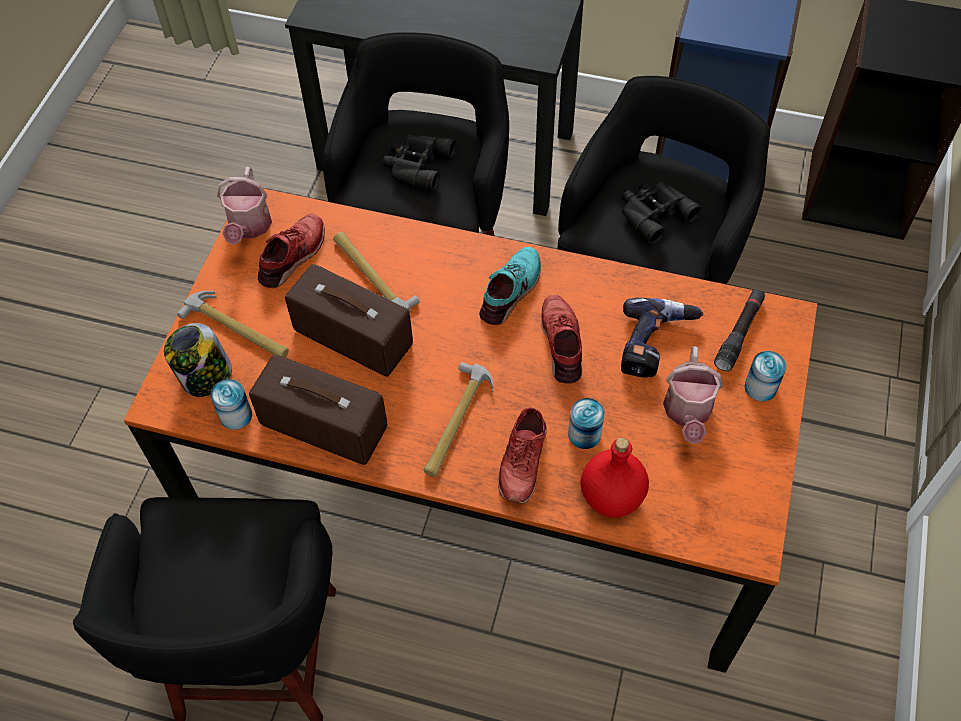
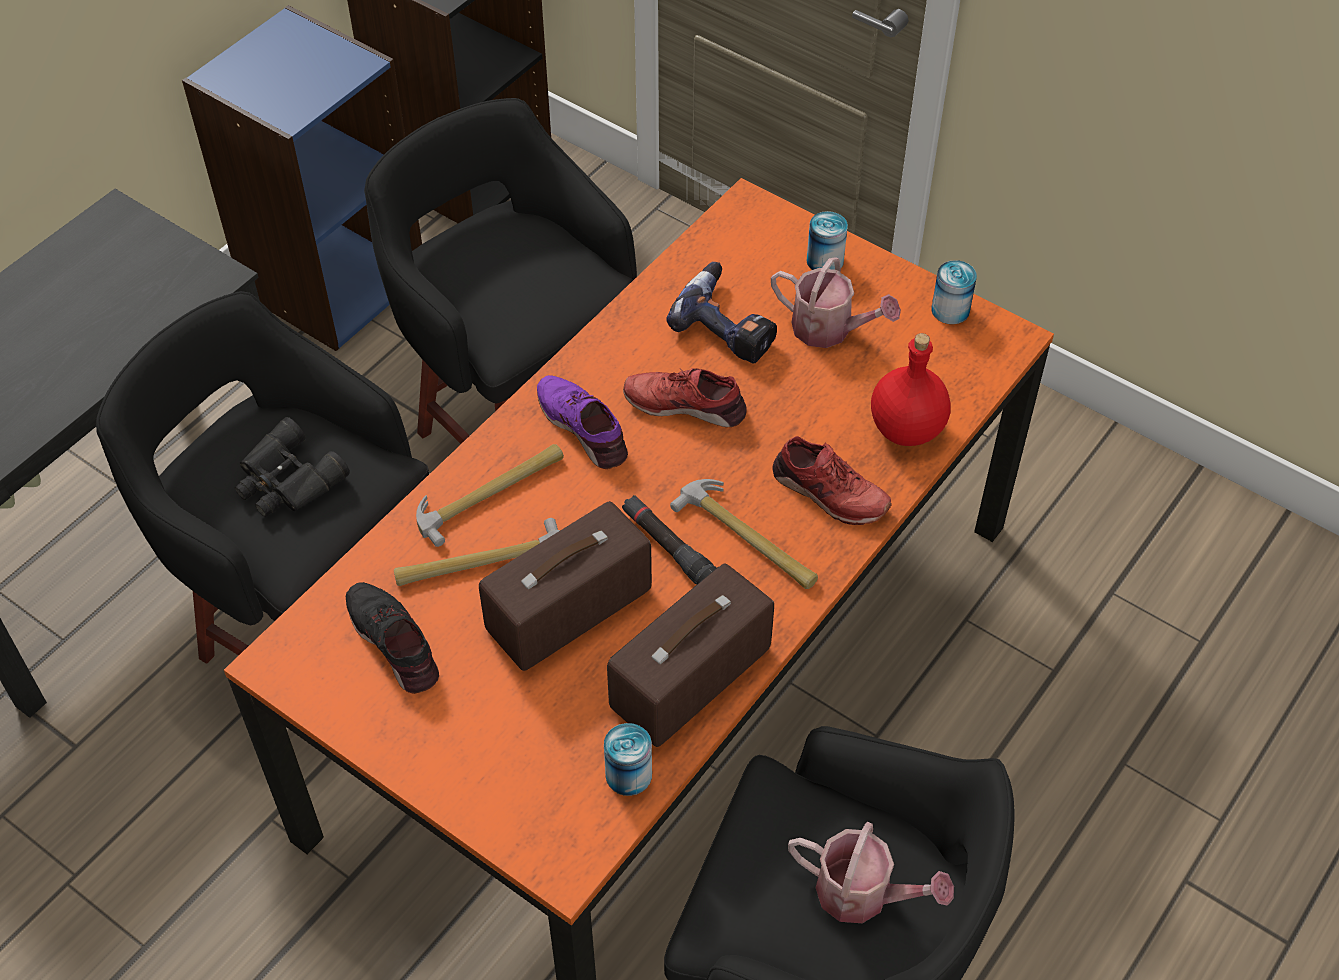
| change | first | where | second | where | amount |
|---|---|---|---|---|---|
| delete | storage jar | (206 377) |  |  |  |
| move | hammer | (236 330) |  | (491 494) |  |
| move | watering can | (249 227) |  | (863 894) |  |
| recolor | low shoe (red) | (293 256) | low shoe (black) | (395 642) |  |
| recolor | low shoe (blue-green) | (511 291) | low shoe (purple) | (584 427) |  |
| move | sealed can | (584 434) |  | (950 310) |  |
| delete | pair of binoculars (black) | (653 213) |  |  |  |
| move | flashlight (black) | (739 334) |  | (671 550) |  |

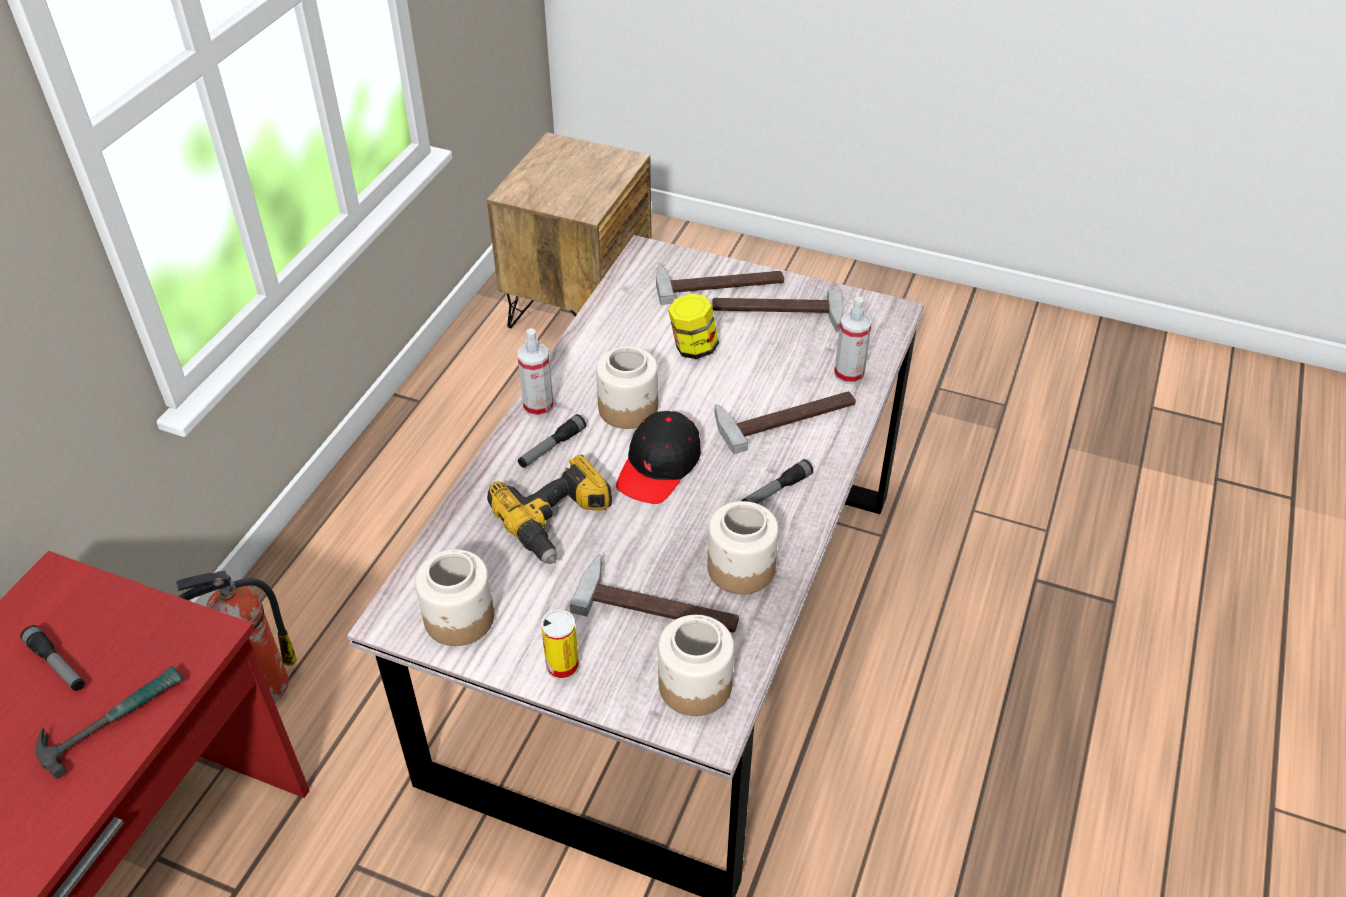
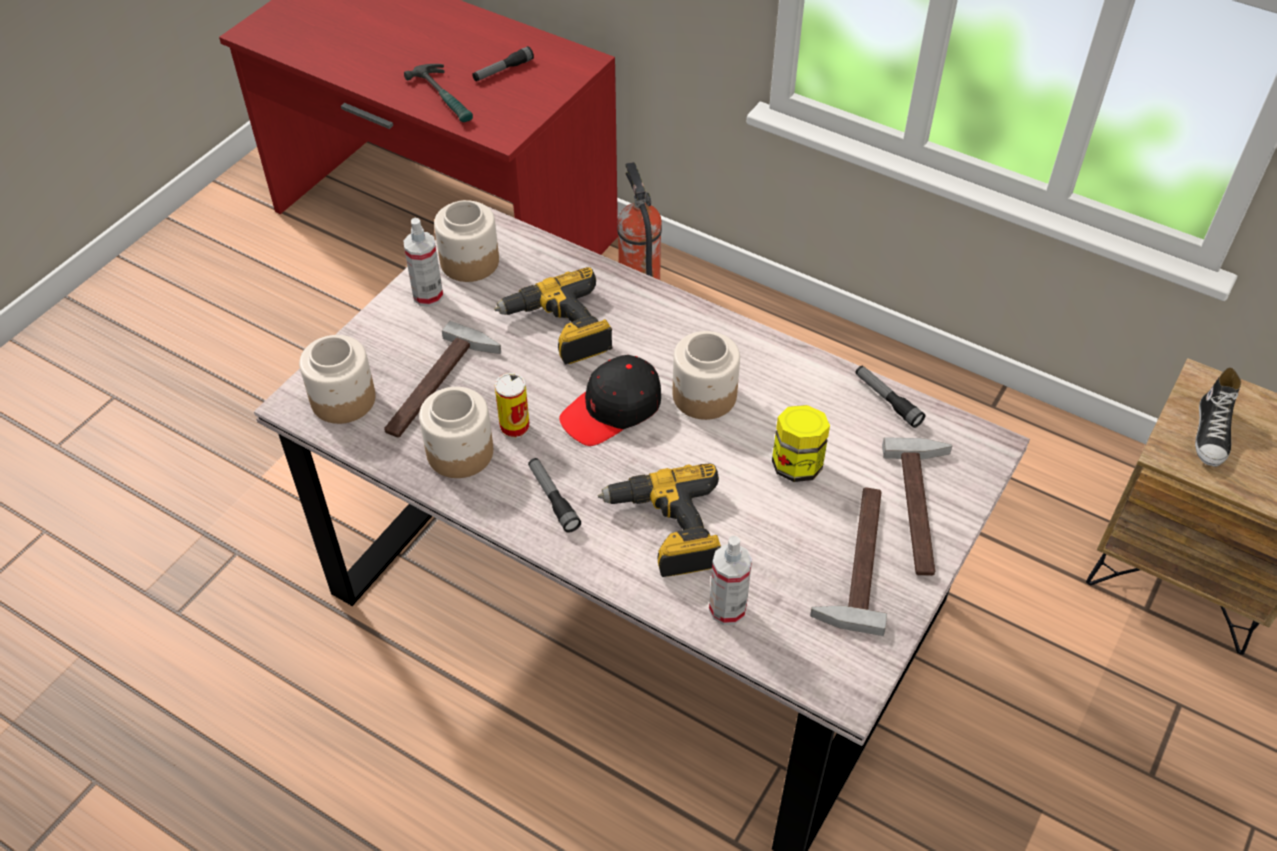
| change | first | where | second | where | amount |
|---|---|---|---|---|---|
| move | hand sprayer | (538 406) |  | (428 295) |  |
| move | flashlight | (551 447) |  | (887 400) |  |
| move | sealed can | (562 666) |  | (514 427) |  |
| rotate | peaked cap (black) | (659 467) |  | (612 409) | 75 degrees counterclockwise |
| replace | hammer | (785 415) | electric drill | (667 530) |  |
| insert |  |  | low shoe | (1212 433) |  |

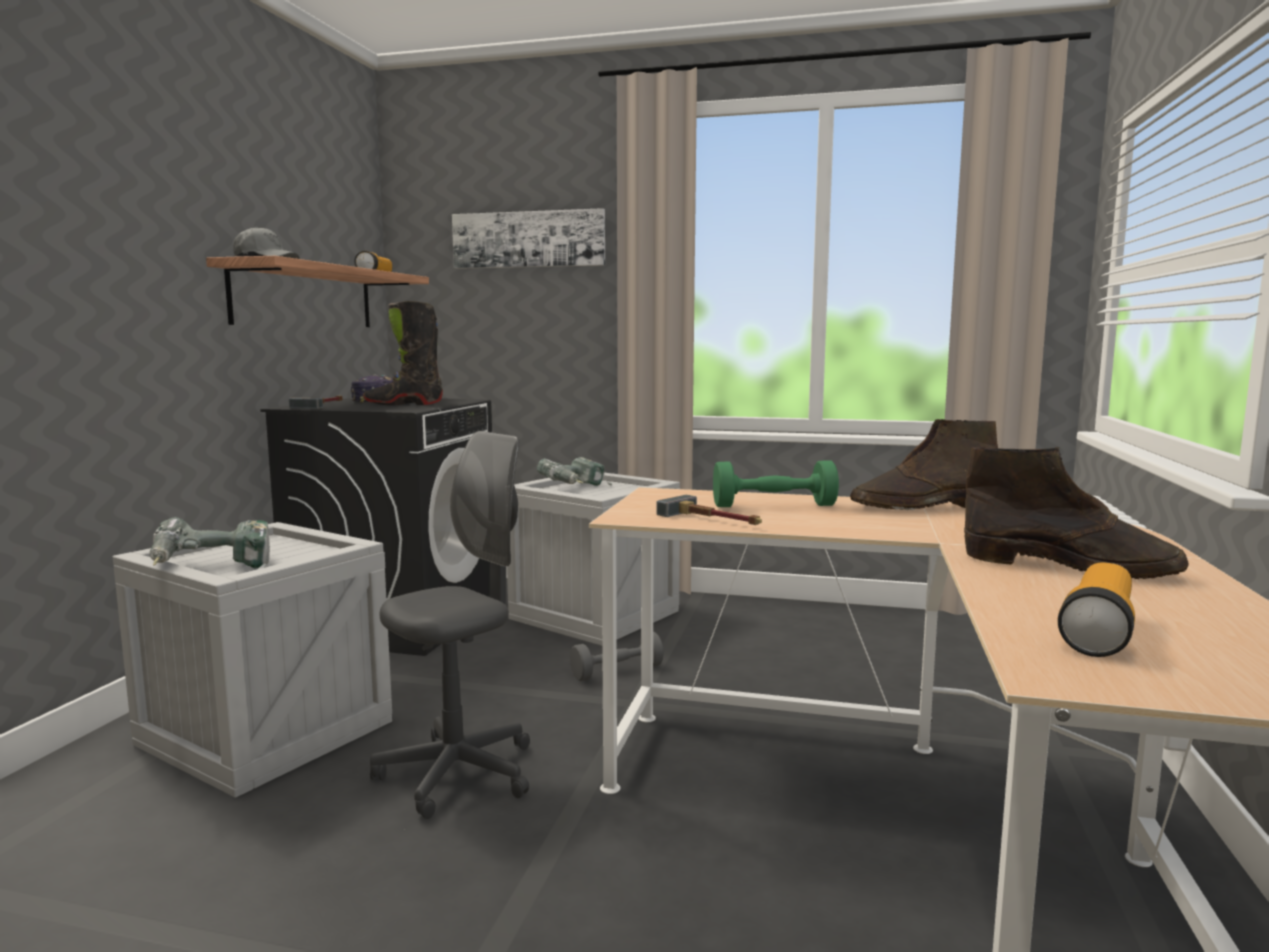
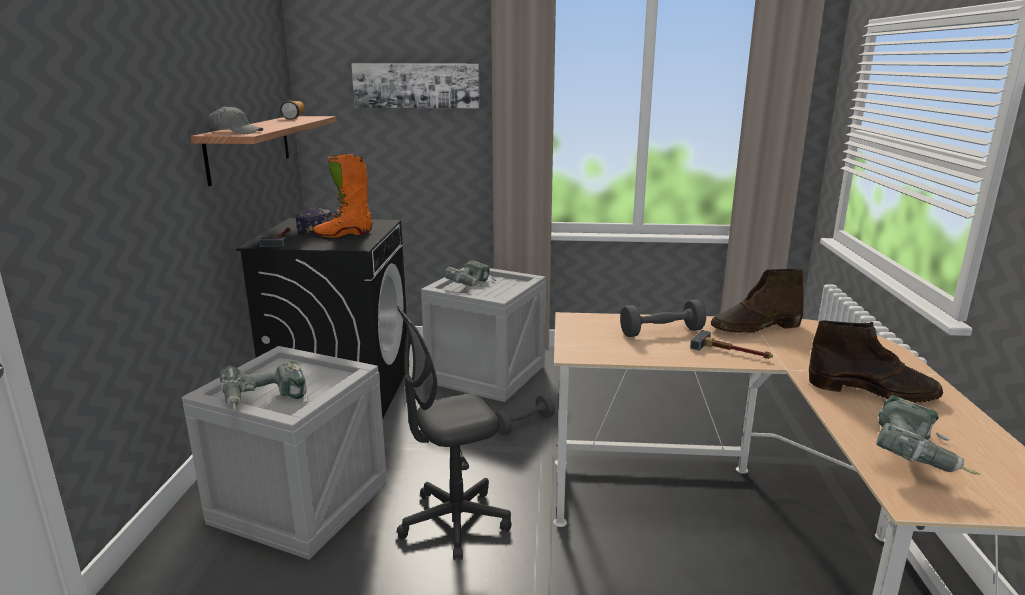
| change | first | where | second | where | amount |
|---|---|---|---|---|---|
| recolor | boot (black) | (404 404) | boot (orange) | (343 234) |  |
| rotate | computer chair (gray) | (458 774) |  | (454 522) | 150 degrees counterclockwise |
| move | hammer | (713 520) |  | (732 352) |  |
| recolor | hand weight (greenish) | (773 506) | hand weight (gray) | (661 332) |  |
| replace | flashlight | (1098 632) | electric drill | (916 457) |  |

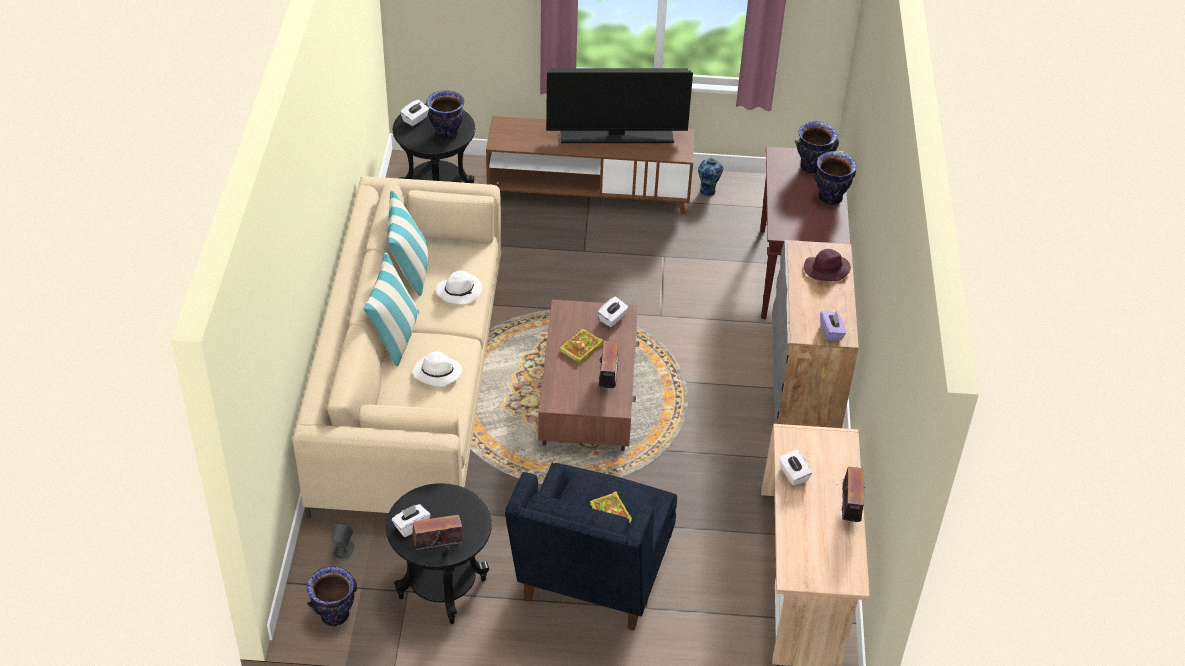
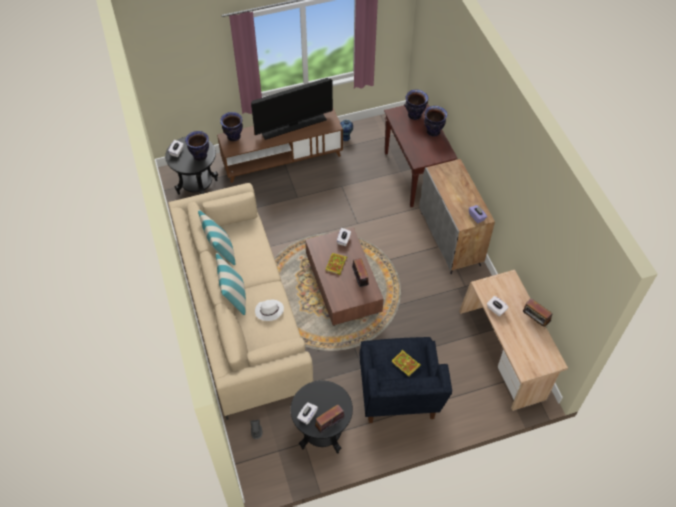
| change | first | where | second | where | amount |
|---|---|---|---|---|---|
| move | decorative vase | (334 615) |  | (233 137) |  |
| delete | clothing hat (white) | (460 290) |  |  |  |
| delete | clothing hat (purple) | (825 270) |  |  |  |
| rotate | radio set | (850 511) |  | (534 320) | 150 degrees clockwise |

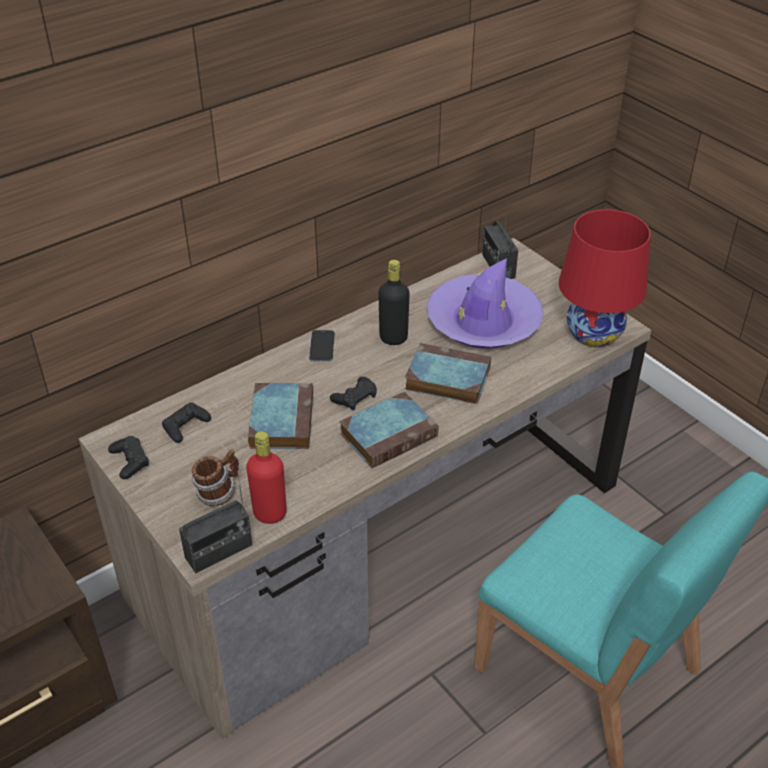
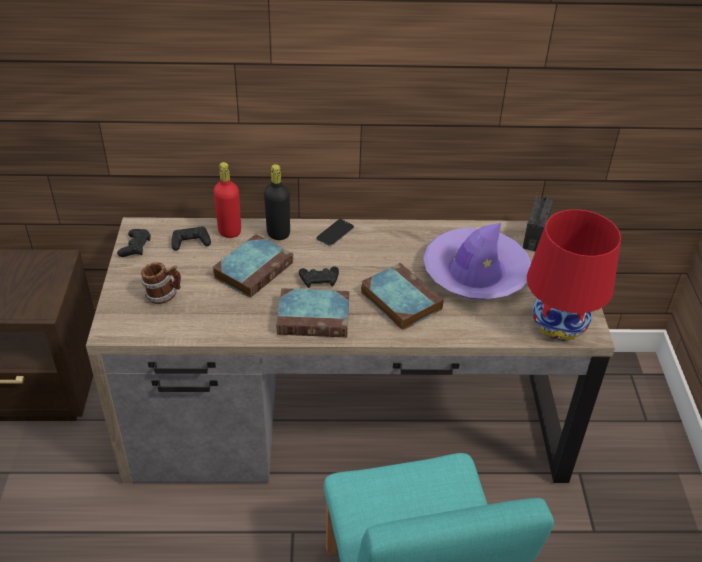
| change | first | where | second | where | amount |
|---|---|---|---|---|---|
| delete | radio set | (219 551) |  |  |  |
| move | beverage bottle (red) | (270 513) |  | (229 231) |  |
| move | beverage bottle (black) | (393 338) |  | (278 233) |  |

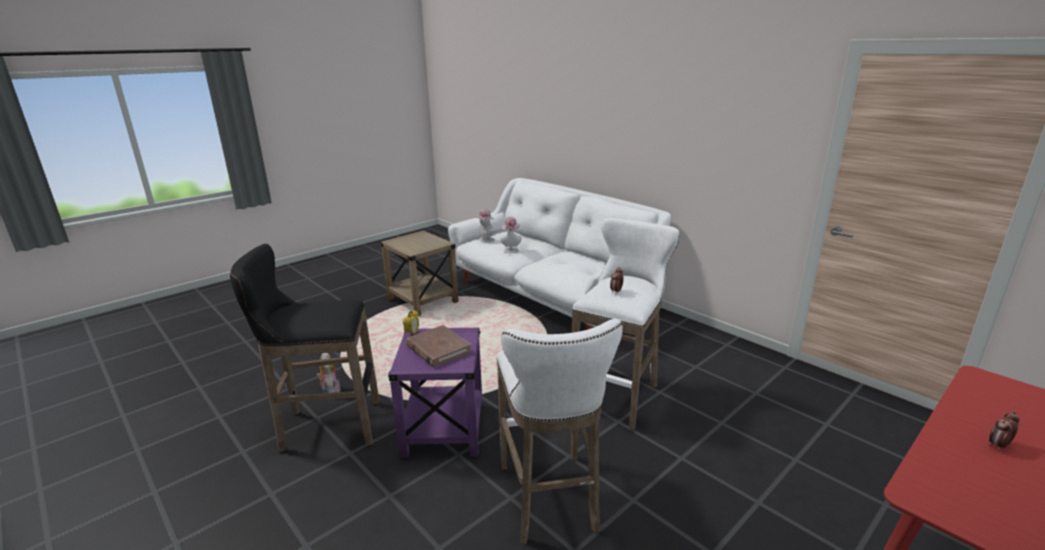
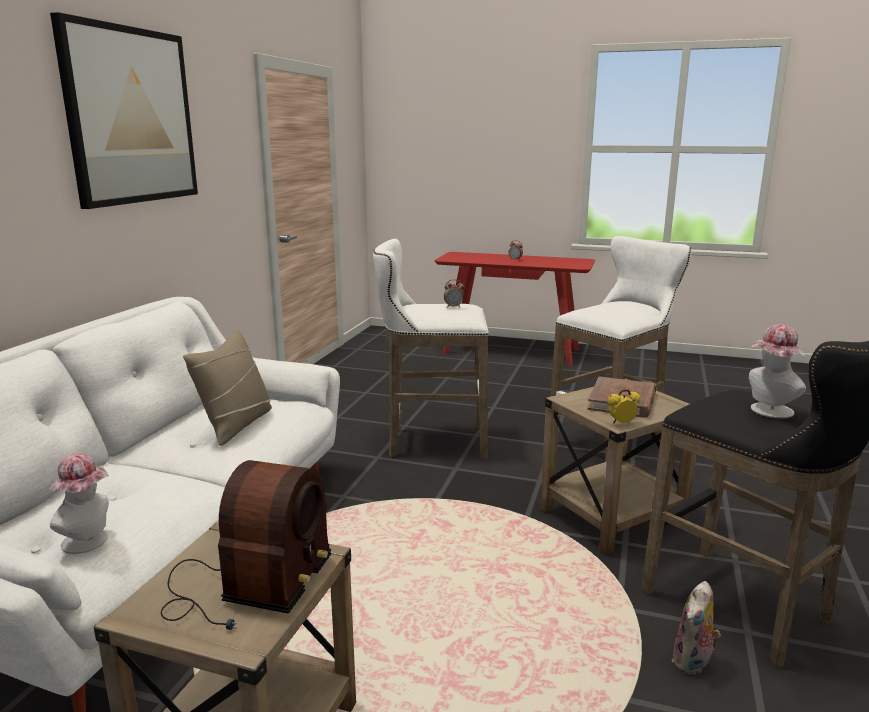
| change | first | where | second | where | amount |
|---|---|---|---|---|---|
| recolor | accent table (purple) | (444 429) | accent table (sand-coloured) | (611 516) |  |
| move | clothing hat | (511 249) |  | (768 411) |  |
| insert |  |  | picture | (130 116) |  |
| insert |  |  | radio set | (247 585) |  |
| insert |  |  | pillow (sand-coloured) | (236 425) |  |

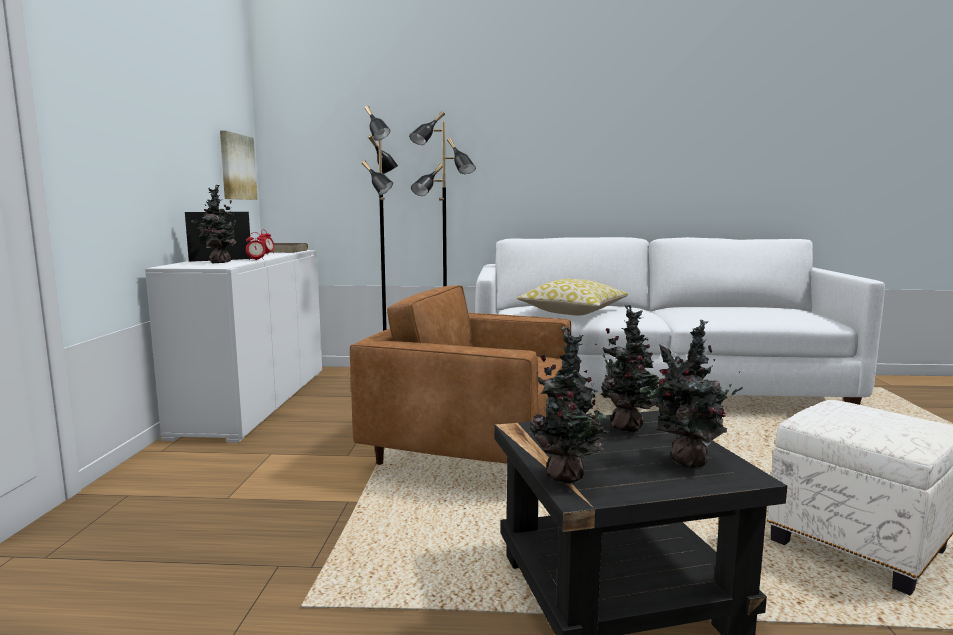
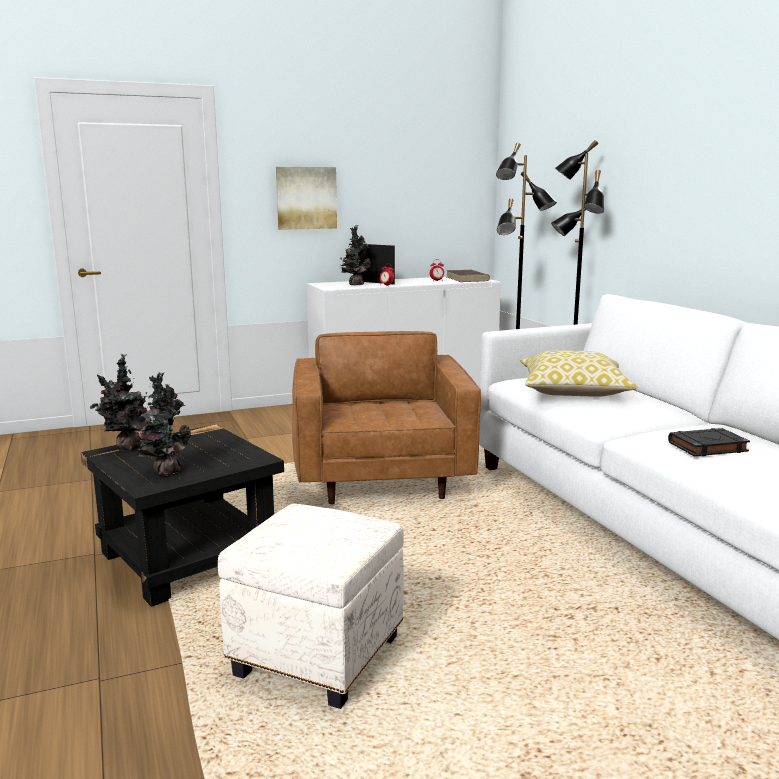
| change | first | where | second | where | amount |
|---|---|---|---|---|---|
| move | picture | (236 167) |  | (306 198) |  |
| delete | potted plant | (629 428) |  |  |  |
| insert |  |  | volume (black) | (707 447) |  |

